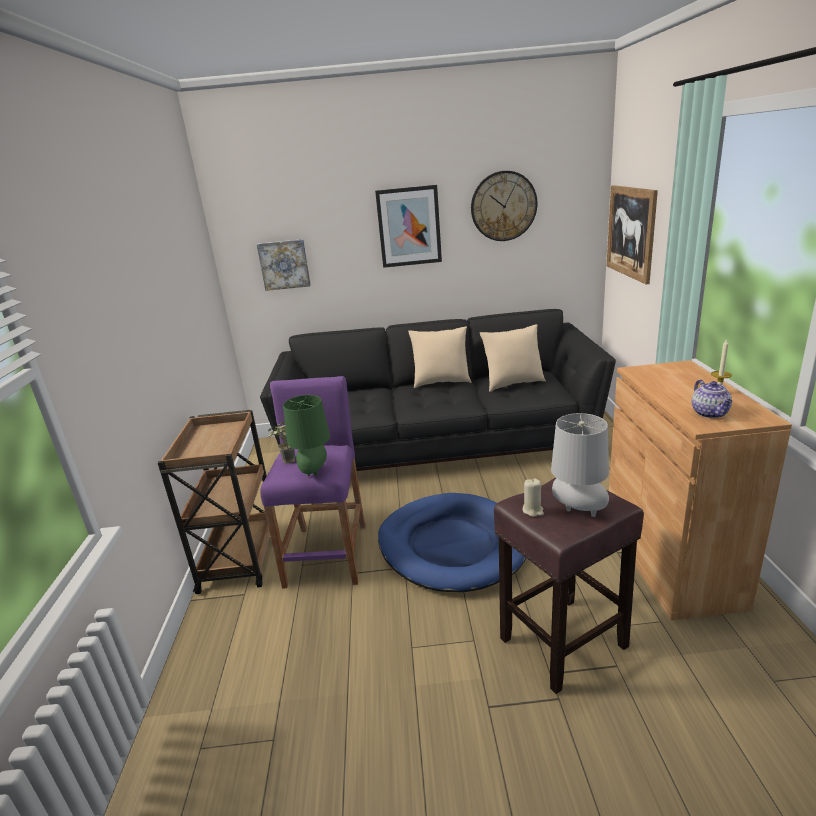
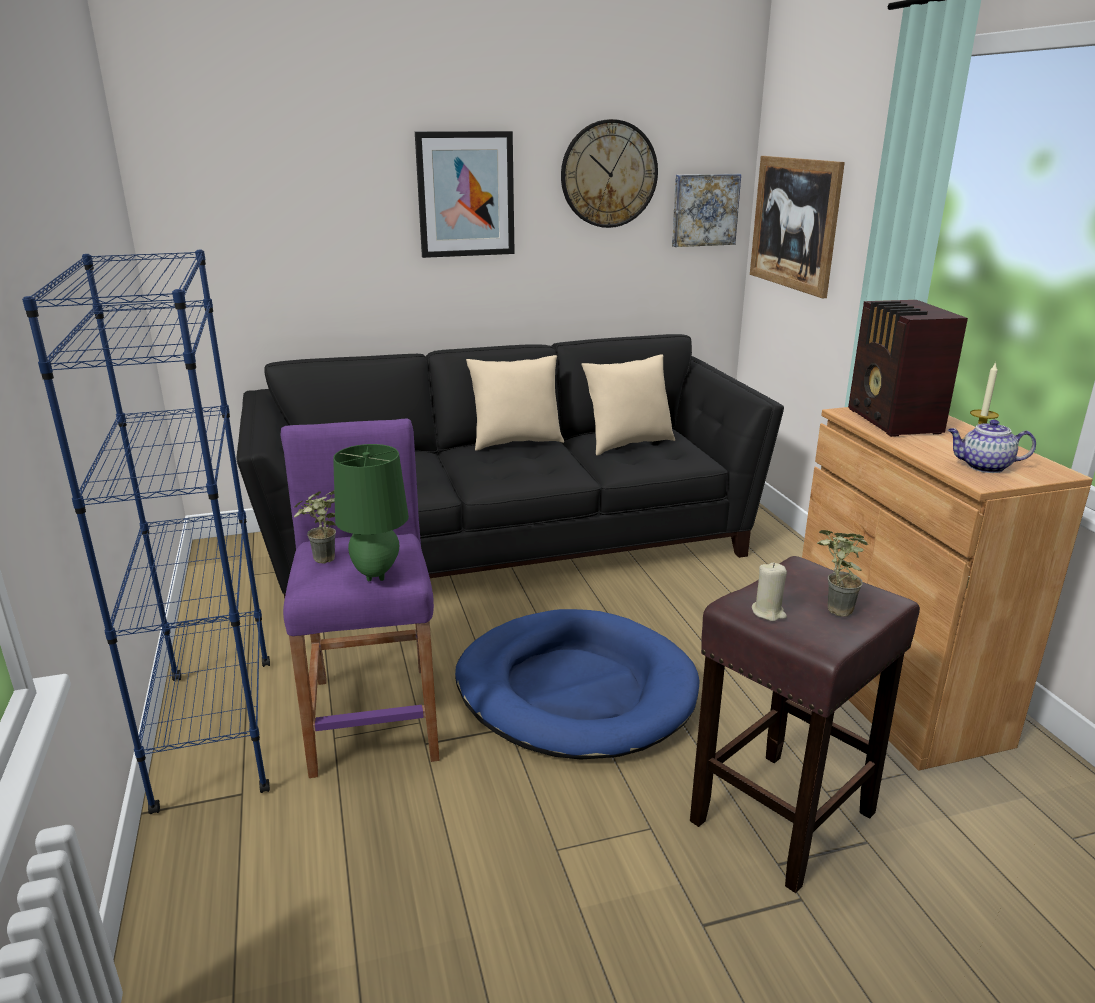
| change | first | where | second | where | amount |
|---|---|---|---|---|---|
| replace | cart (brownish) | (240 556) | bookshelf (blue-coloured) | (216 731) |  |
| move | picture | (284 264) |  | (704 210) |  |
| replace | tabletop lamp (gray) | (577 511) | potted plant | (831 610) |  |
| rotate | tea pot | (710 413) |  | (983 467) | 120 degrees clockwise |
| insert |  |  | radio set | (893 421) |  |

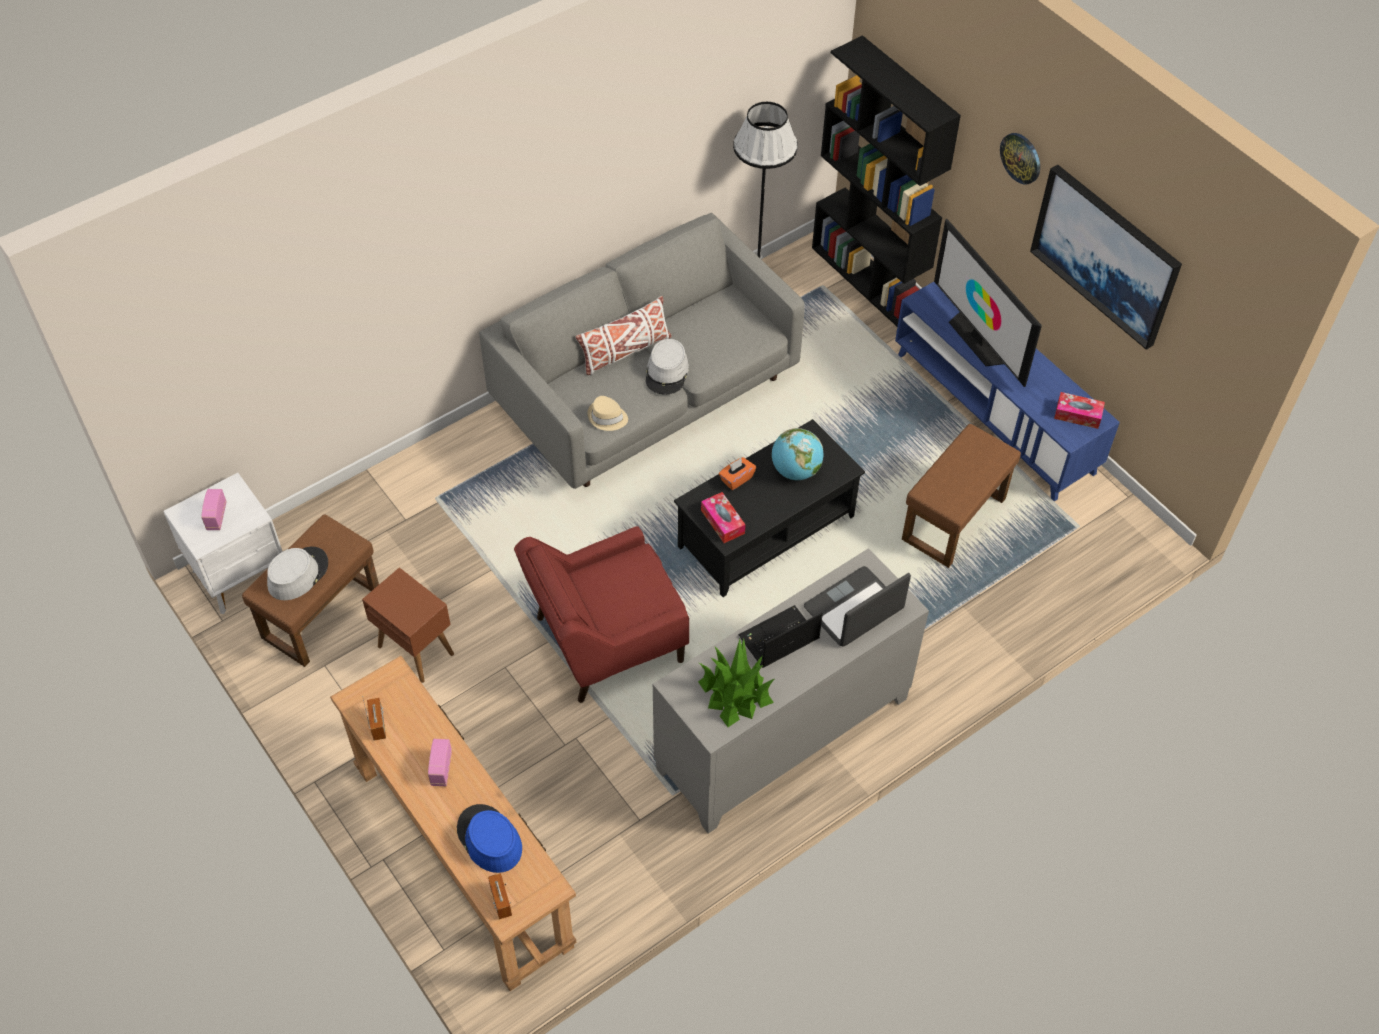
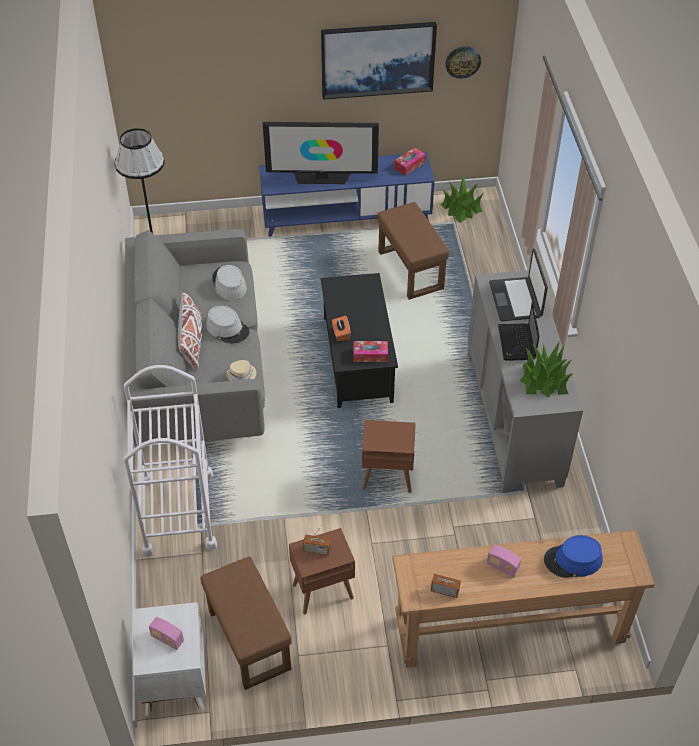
| change | first | where | second | where | amount |
|---|---|---|---|---|---|
| move | clothing hat (gray) | (297 574) |  | (229 284) |  |
| move | radio set | (501 901) |  | (317 550) |  |
| replace | armchair (red) | (606 640) | accent table (brownish) | (386 477) |  |
| delete | desk globe | (795 470) |  |  |  |
| delete | bookshelf (black) | (869 278) |  |  |  |
| move | hanging clock | (1021 158) |  | (463 61) |  |
| insert |  |  | cart (white) | (178 513) |  |
| insert |  |  | potted plant | (461 208) |  |

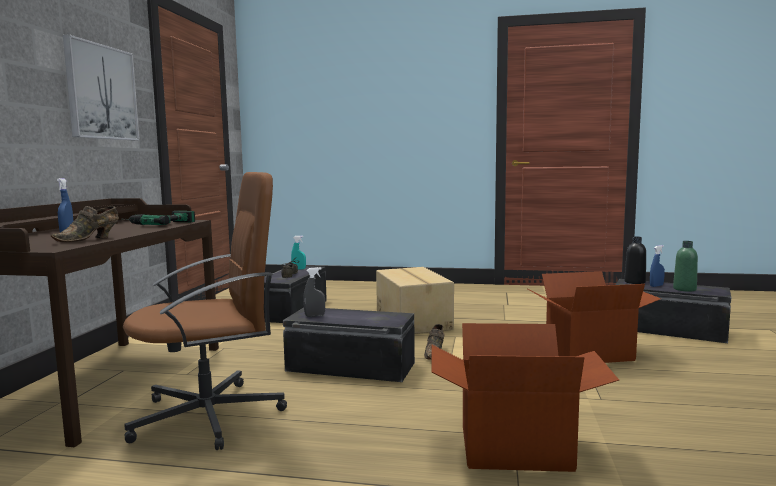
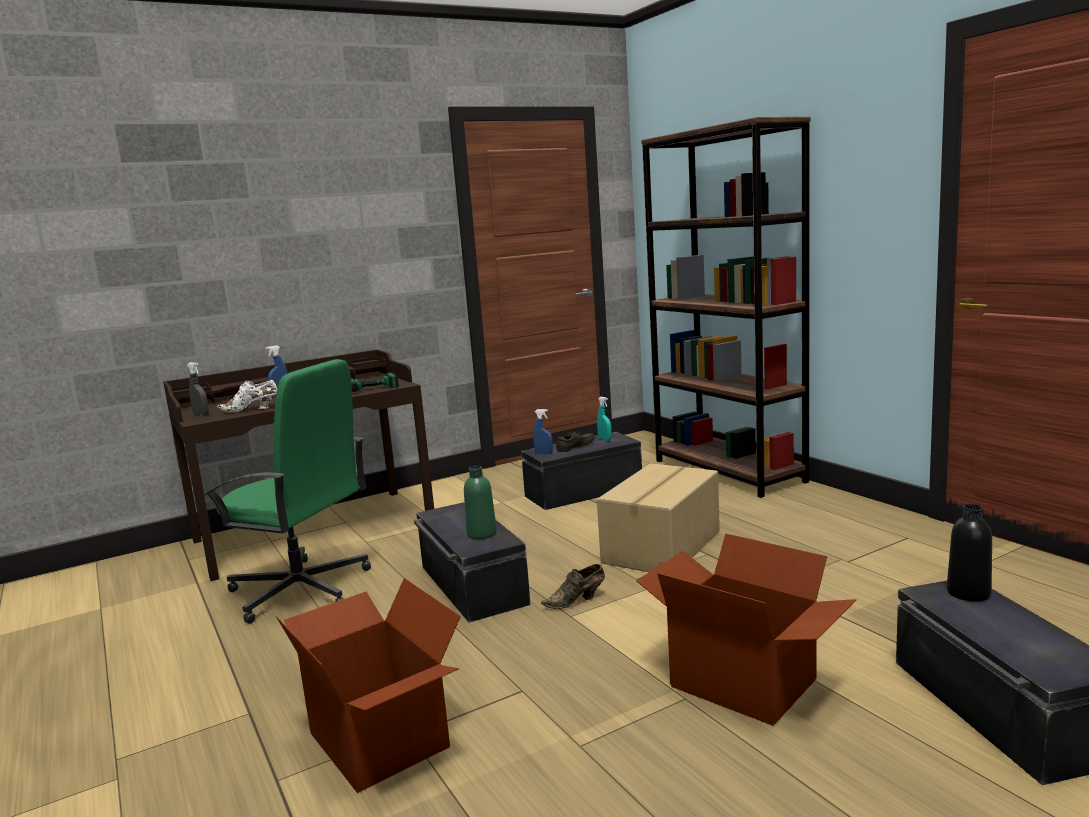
| change | first | where | second | where | amount |
|---|---|---|---|---|---|
| recolor | low shoe (brownish) | (90 239) | low shoe (white) | (251 409) |  |
| delete | picture | (101 92) |  |  |  |
| recolor | computer chair (brownish) | (210 415) | computer chair (greenish) | (301 590) |  |
| move | hand sprayer (gray) | (314 315) |  | (201 415) |  |
| move | hand sprayer (blue-coloured) | (656 286) |  | (544 453) |  |
| move | beverage bottle (greenish) | (684 289) |  | (481 534) |  |
| insert |  |  | bookshelf (brownish) | (728 471) |  |

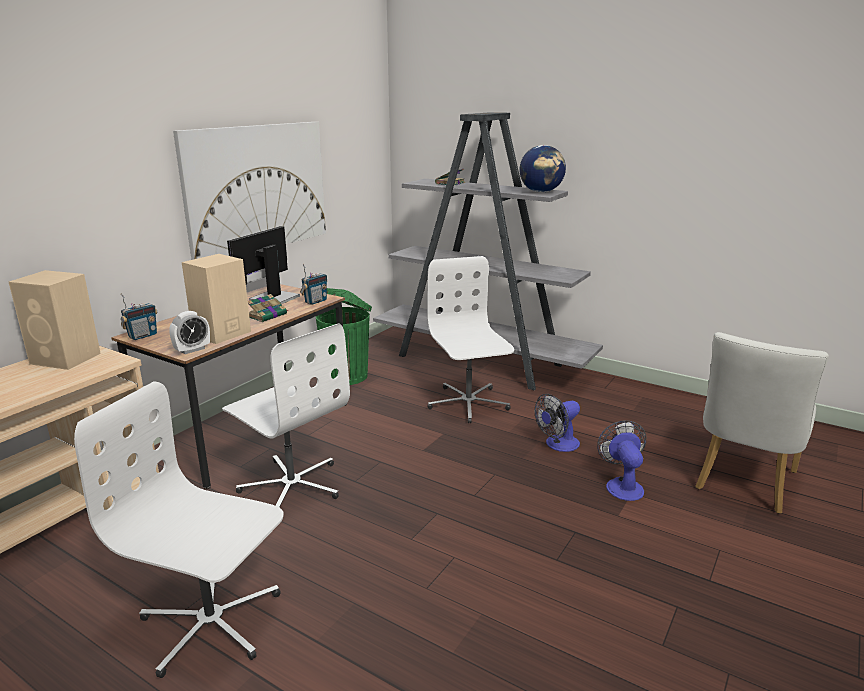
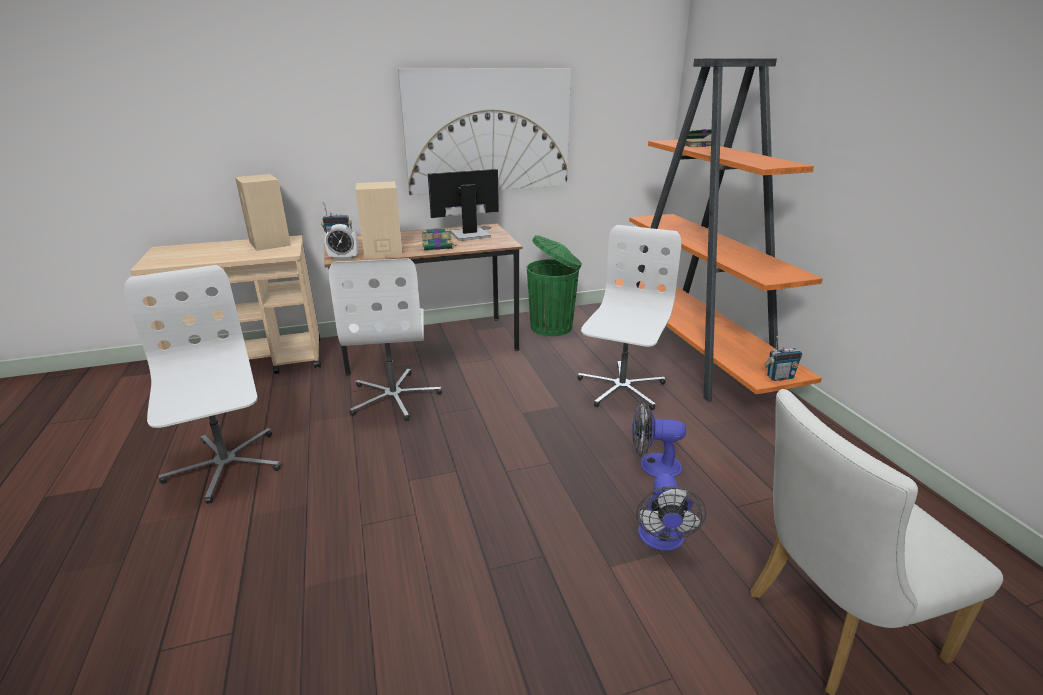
| change | first | where | second | where | amount |
|---|---|---|---|---|---|
| move | radio set | (315 301) |  | (779 377) |  |
| recolor | bookshelf (gray) | (481 361) | bookshelf (orange) | (693 354) |  |
| delete | desk globe | (541 192) |  |  |  |
| rotate | cooling fan | (622 485) |  | (662 540) | 150 degrees clockwise |

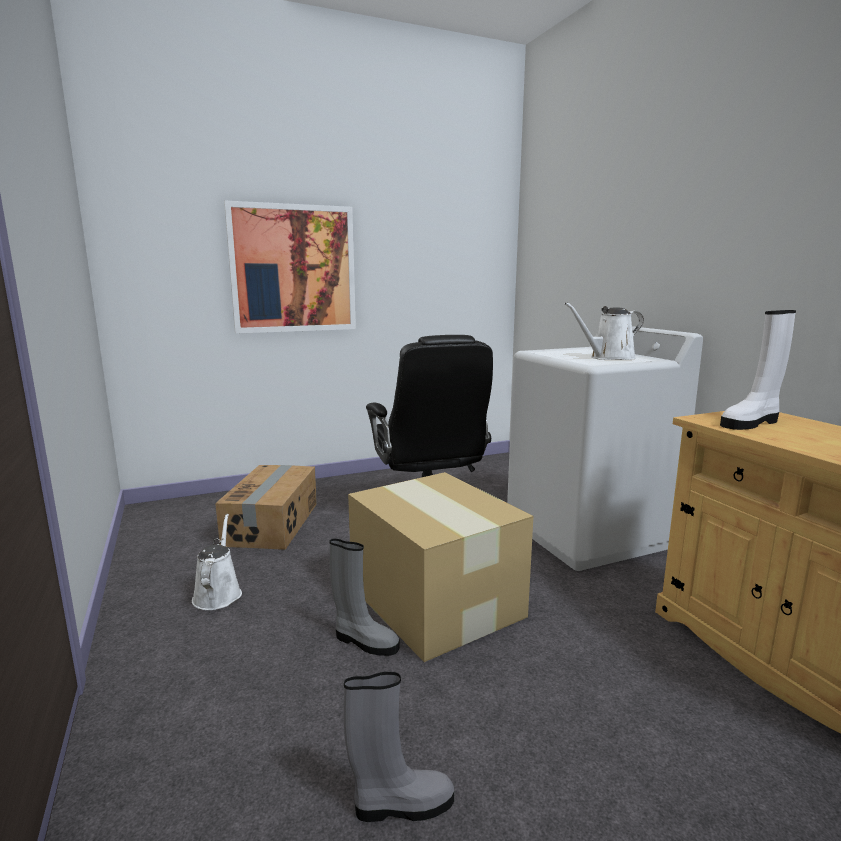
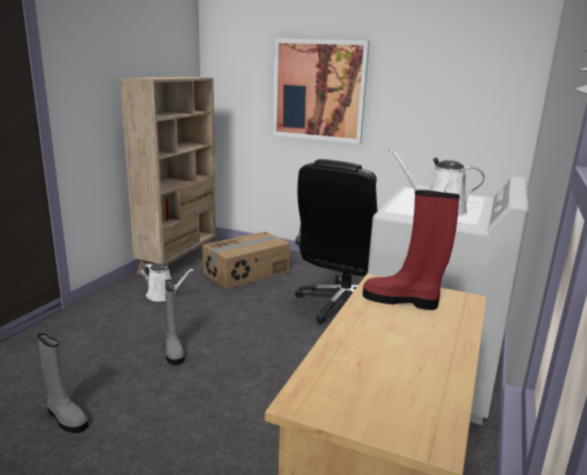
| change | first | where | second | where | amount |
|---|---|---|---|---|---|
| rotate | watering can (white) | (218 593) |  | (163 295) | 75 degrees clockwise |
| delete | carton | (435 600) |  |  |  |
| recolor | boot (white) | (750 423) | boot (red) | (402 300) |  |
| insert |  |  | bookshelf (sand-coloured) | (179 262) |  |

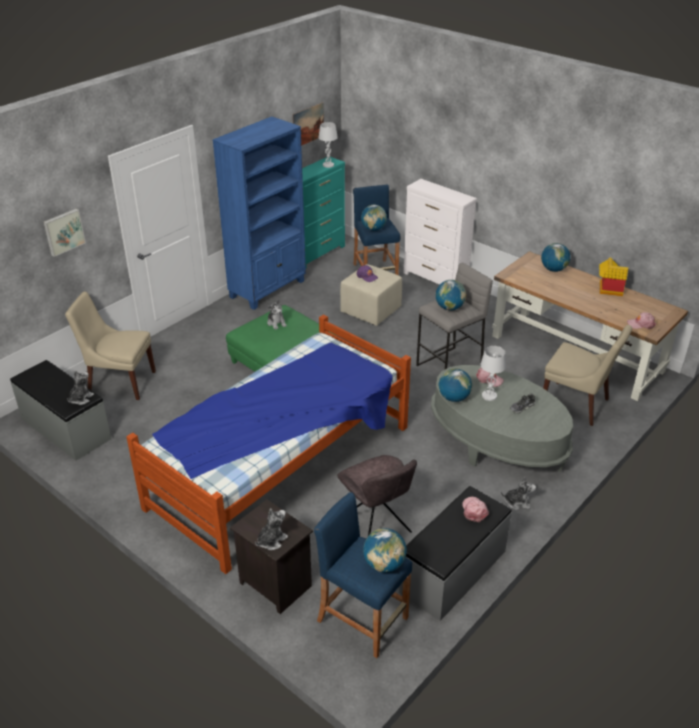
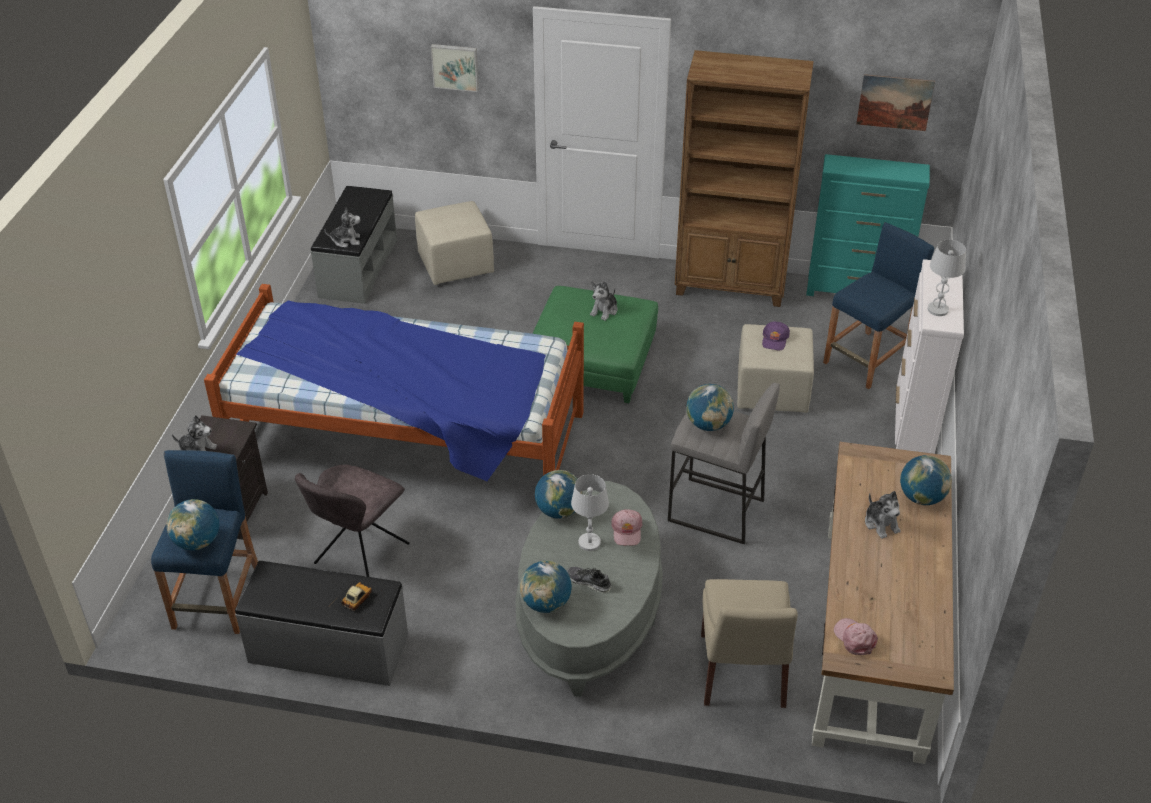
| change | first | where | second | where | amount |
|---|---|---|---|---|---|
| replace | chair (sand-coloured) | (119 382) | pouffe (sand-coloured) | (456 264) |  |
| recolor | bookshelf (blue-coloured) | (268 289) | bookshelf (brownish) | (731 286) |  |
| move | tabletop lamp (white) | (328 165) |  | (938 309) |  |
| move | desk globe | (373 229) |  | (546 603) |  |
| replace | peaked cap (pink-coloured) | (474 510) | miniature car | (356 599) |  |
| move | cuddly toy | (517 502) |  | (881 524) |  |
| delete | toy house | (607 290) |  |  |  |

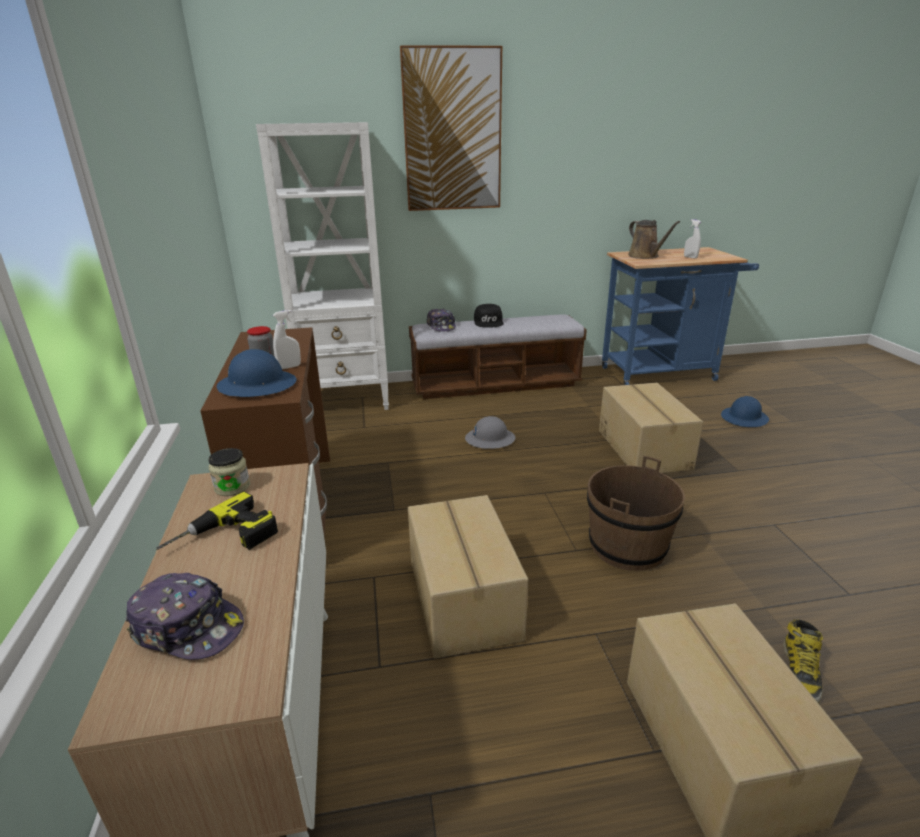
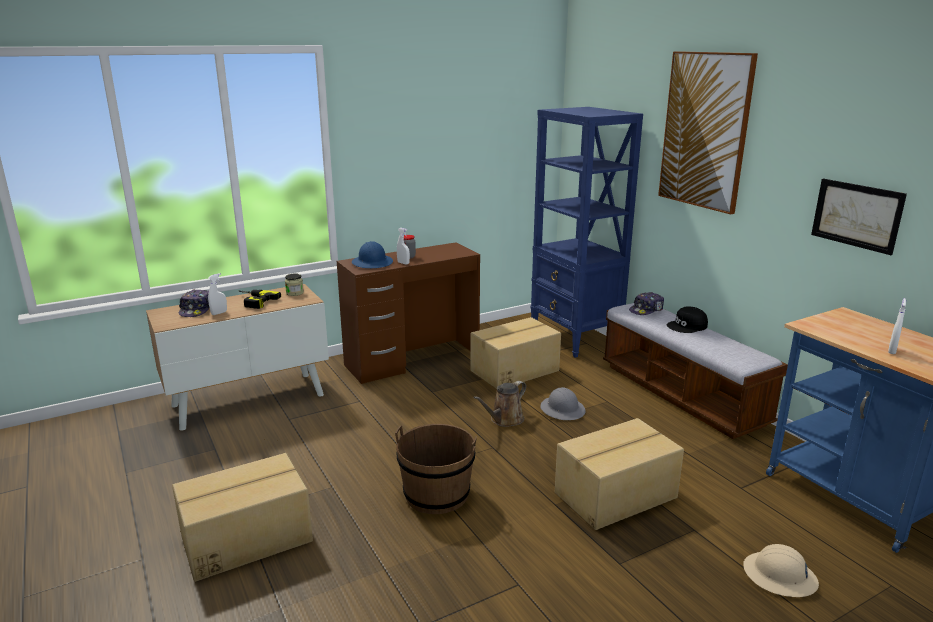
| change | first | where | second | where | amount |
|---|---|---|---|---|---|
| recolor | bookshelf (white) | (347 400) | bookshelf (blue-coloured) | (575 338) |  |
| move | carton | (462 599) |  | (513 370) |  |
| move | watering can (brownish) | (645 256) |  | (504 420) |  |
| recolor | safety helmet (blue-coloured) | (744 418) | safety helmet (sand-coloured) | (779 576) |  |
| delete | boot | (800 673) |  |  |  |
| insert |  |  | hand sprayer (white) | (219 313) |  |
| insert |  |  | picture | (856 215) |  |

